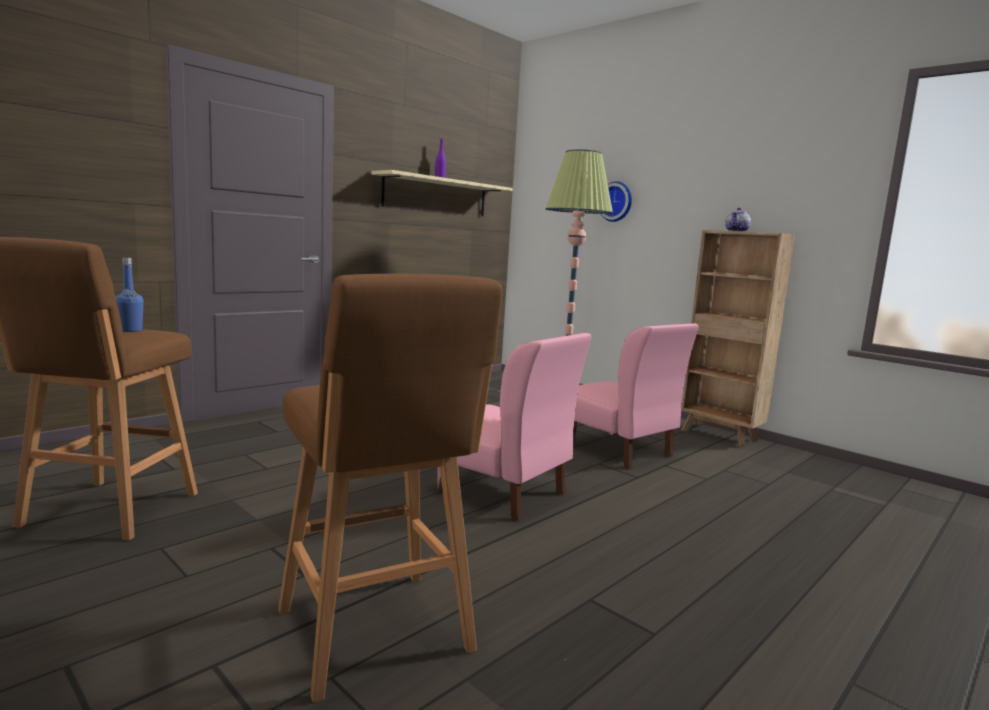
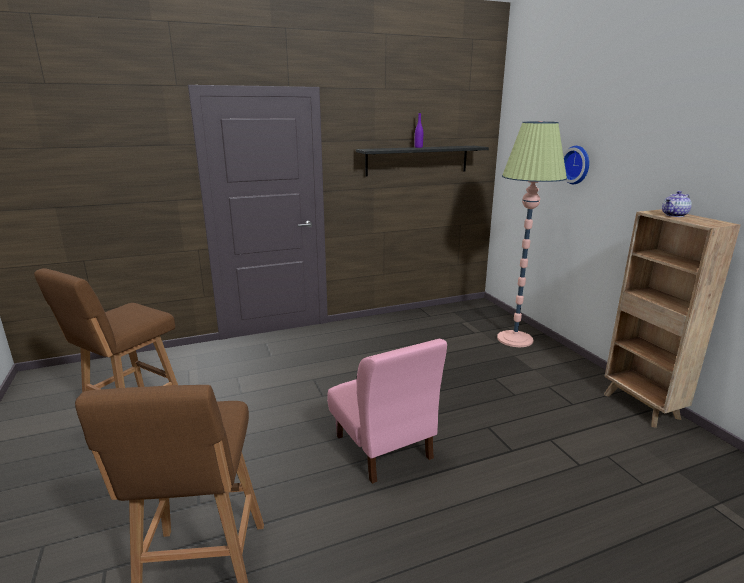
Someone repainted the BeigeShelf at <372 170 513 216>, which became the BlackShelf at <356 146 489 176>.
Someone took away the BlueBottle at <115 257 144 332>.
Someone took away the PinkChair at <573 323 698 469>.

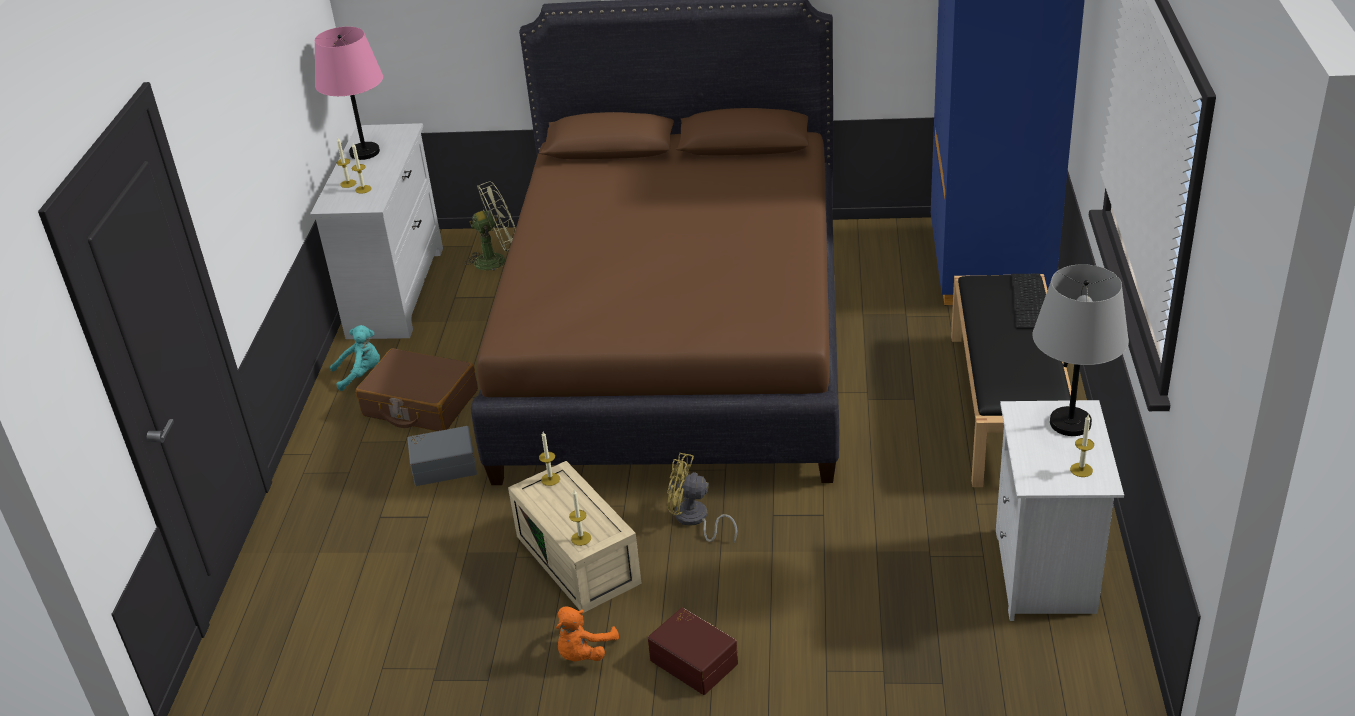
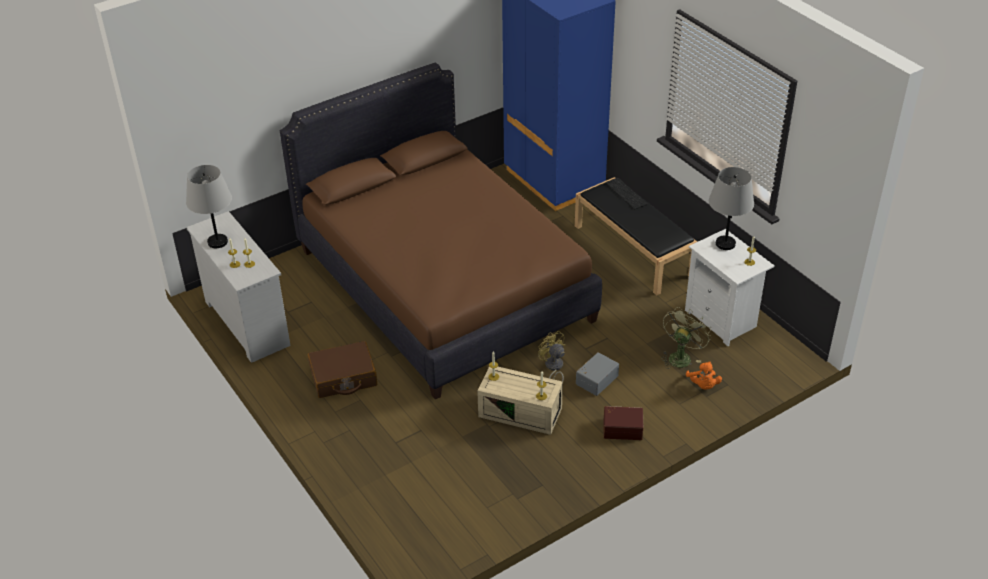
Someone repainted the PinkTableLamp at <315 27 383 160>, which became the GreyTableLamp at <186 165 232 248>.
Someone rotated the YellowFan at <667 453 737 543> by 75 degrees clockwise.
Someone carried the GreyStorageBox from <407 426 477 486> to <576 352 619 396>.
Someone carried the GreenFan from <464 181 516 270> to <661 307 711 369>.
Someone carried the OrangePlushToy from <556 606 619 661> to <686 361 722 390>.
Someone took away the TurquoisePlushToy at <330 325 380 391>.

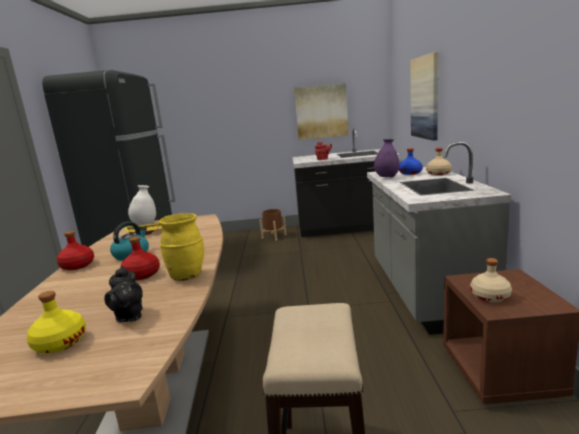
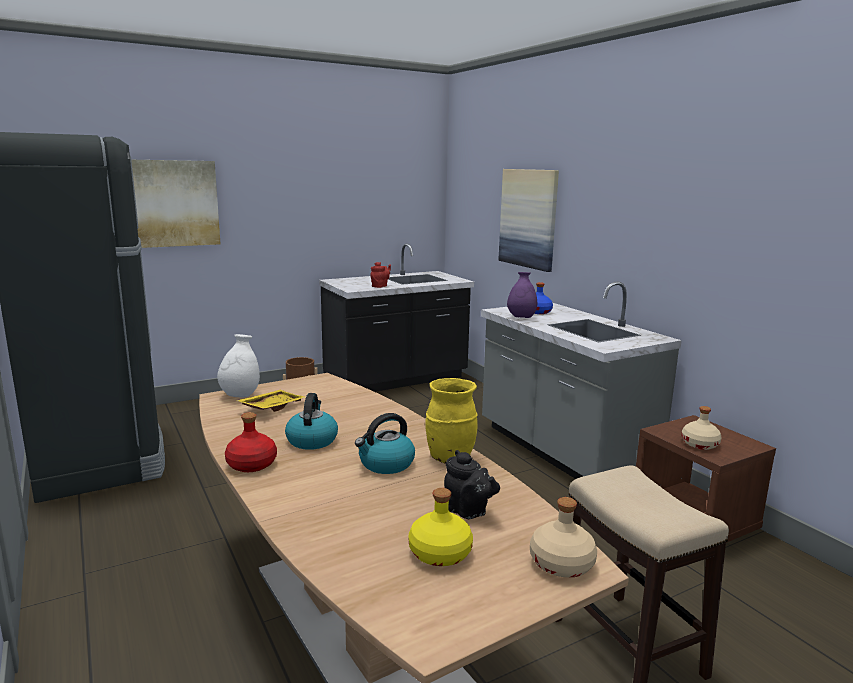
Someone carried the Picture from <294 83 349 140> to <131 160 221 248>.
Someone swapped the RedBottle at <120 236 160 280> for the Kettle at <355 413 415 474>.
Someone carried the BeigeBottle from <426 148 452 176> to <530 497 597 577>.

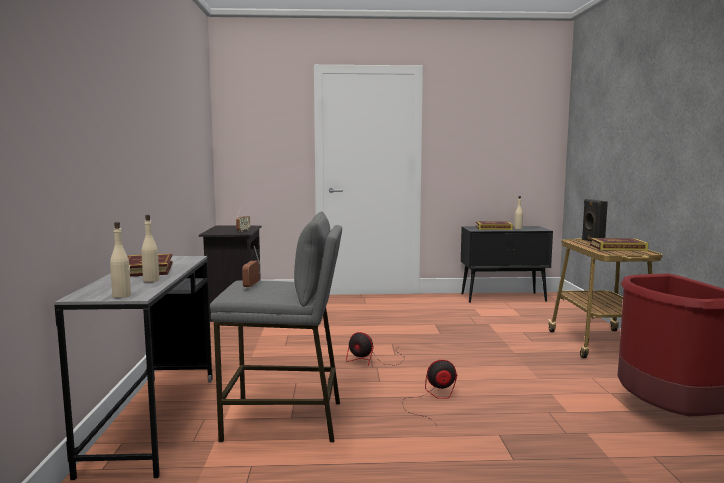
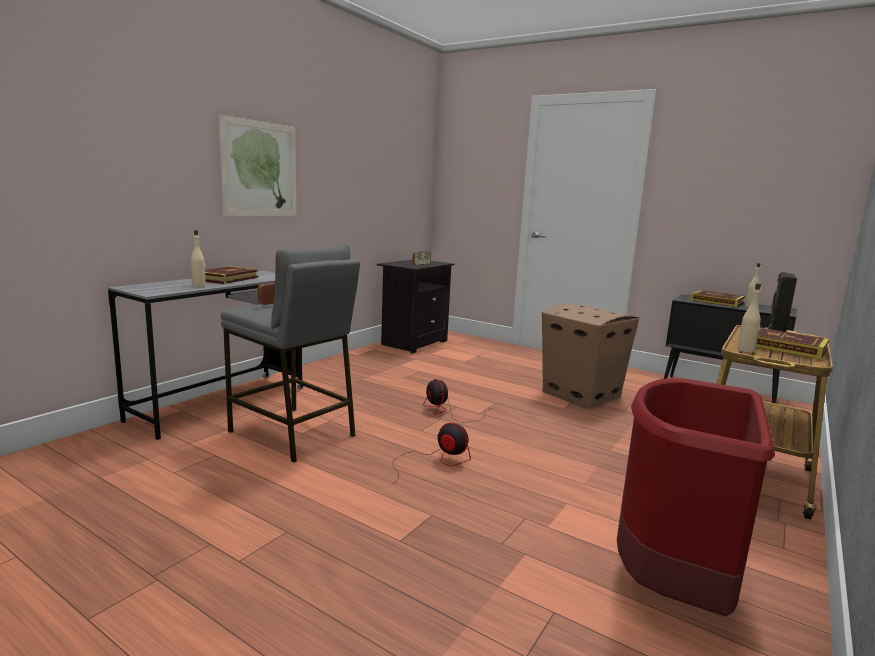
Someone put up the Picture at <219 115 296 216>.
Someone put down the CardboardBox at <542 304 639 409>.
Someone carried the BeigeBottle from <110 222 131 298> to <737 283 761 353>.

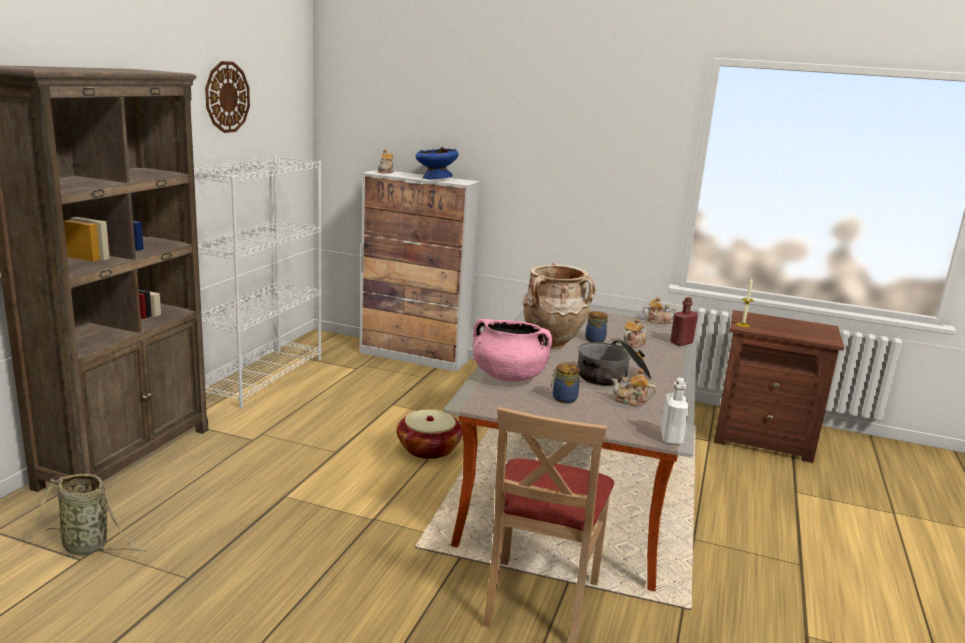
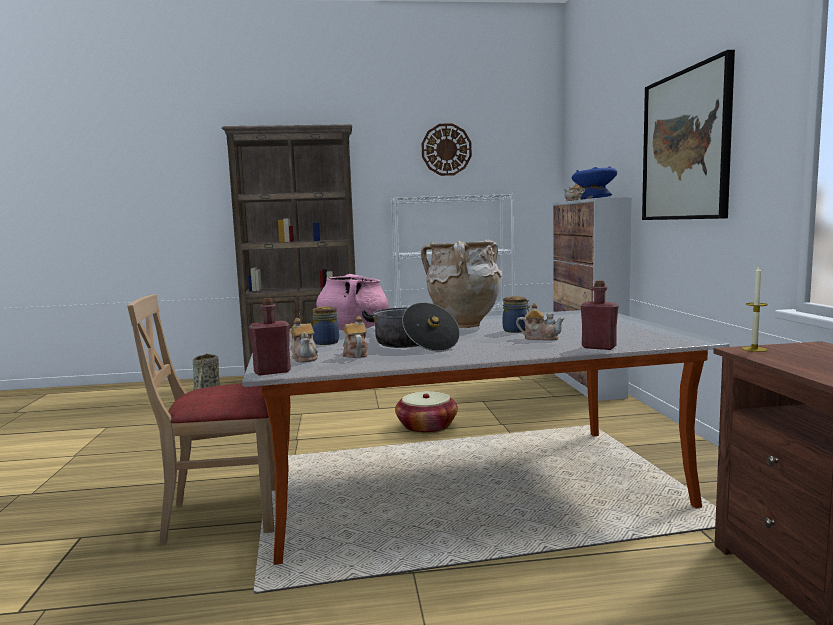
Someone repainted the WhiteBottle at <661 378 689 445>, which became the RedBottle at <249 298 291 376>.
Someone carried the Teapot from <643 297 677 324> to <290 318 318 363>.
Someone put up the Picture at <642 50 735 220>.

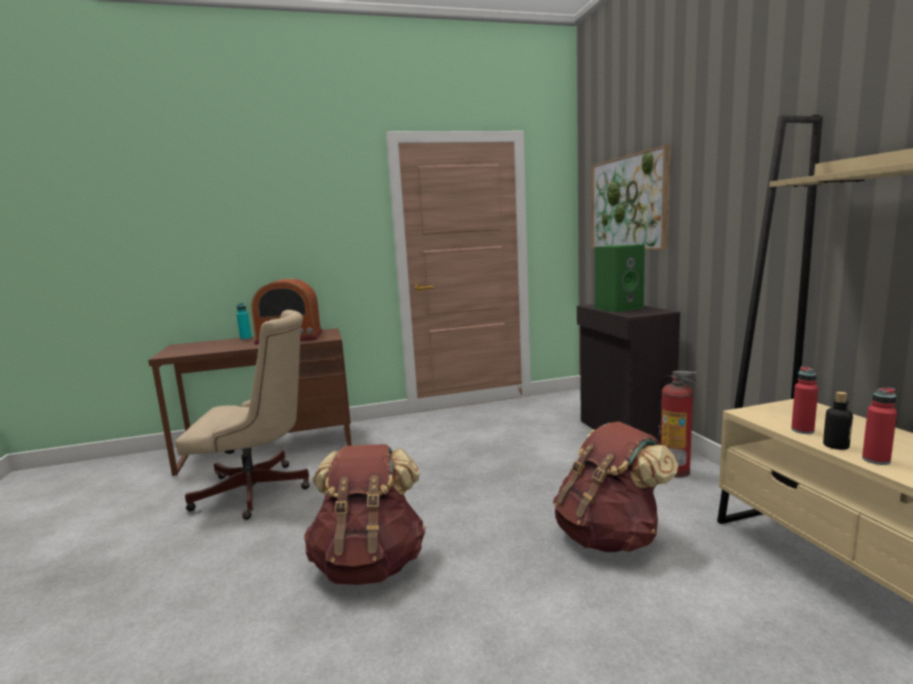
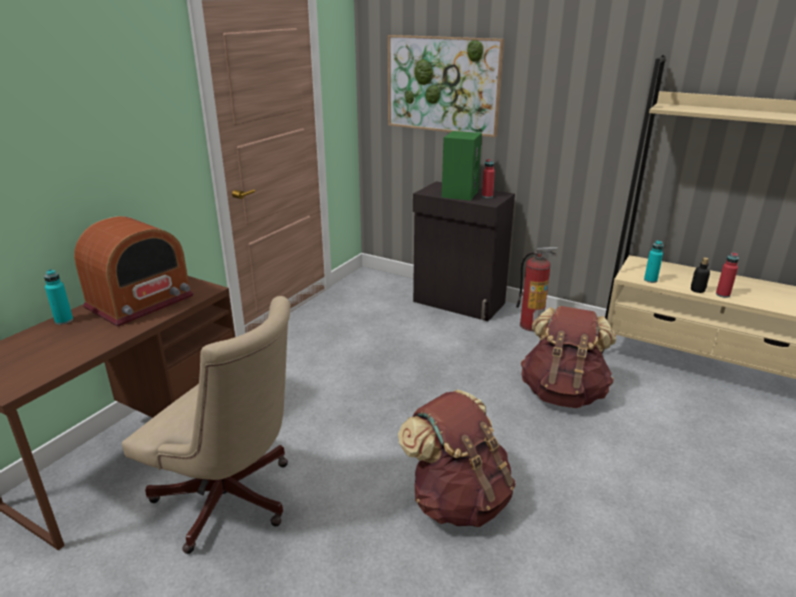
Someone rotated the BeigeOfficeChair at <175 310 310 520> by 75 degrees clockwise.
Someone carried the RedBottle from <791 366 818 434> to <482 159 495 198>.
Someone put down the TurquoiseBottle at <644 240 663 283>.

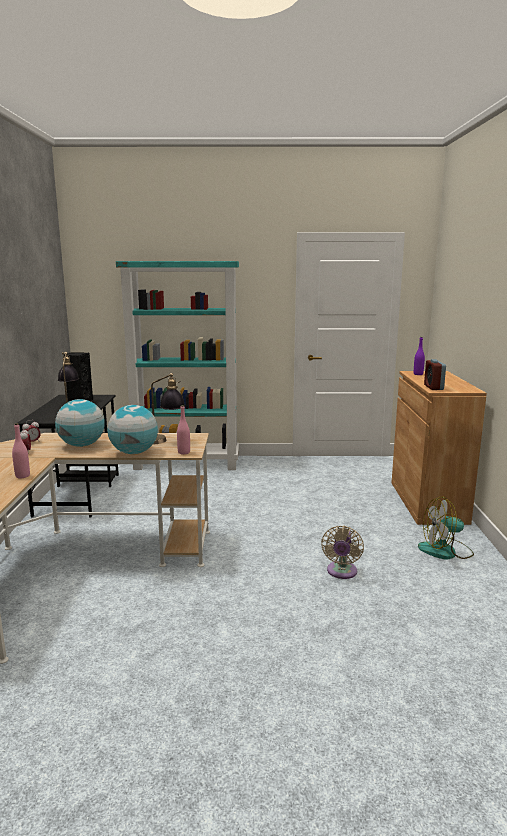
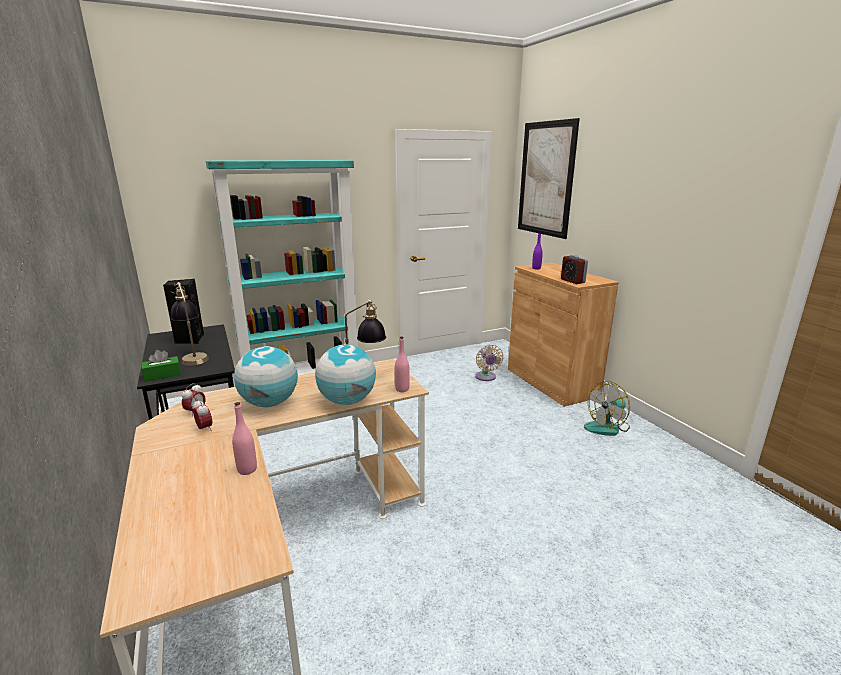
Someone put down the GreenTissueBox at <141 350 181 382>.
Someone carried the BeigeFan from <321 526 364 579> to <475 345 503 381>.
Someone put up the Picture at <518 118 580 239>.

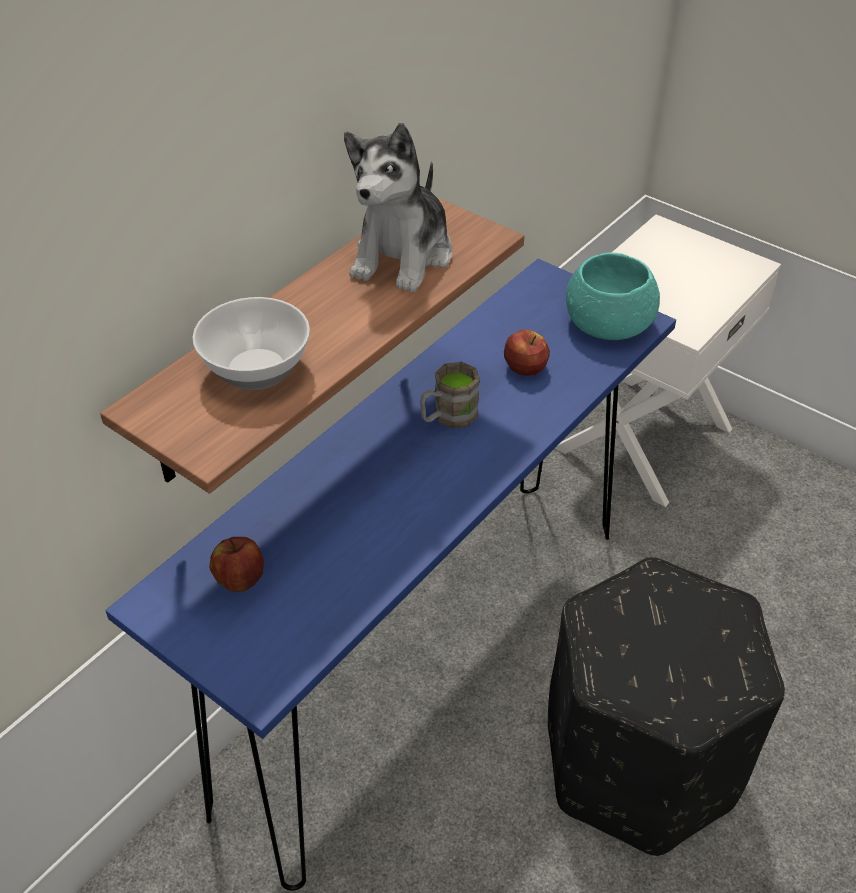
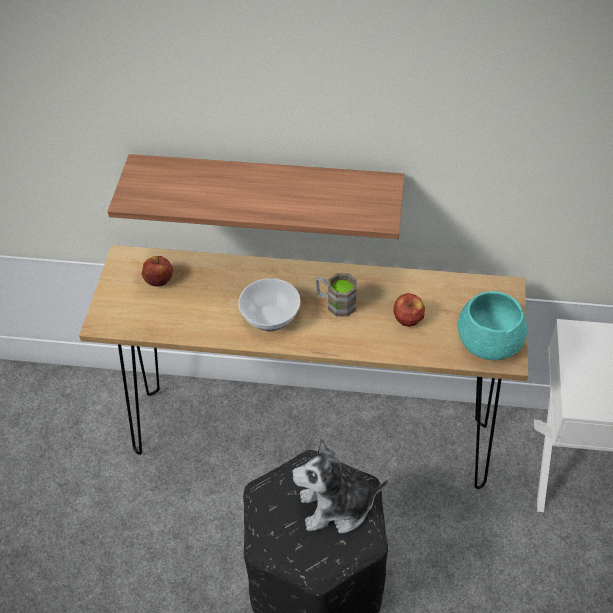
Someone repainted the BlueConsoleTable at <106 259 676 891>, which became the BrownConsoleTable at <79 245 528 489>.
Someone carried the Bowl from <192 297 310 391> to <238 278 300 331>.
Someone carried the PlushToy from <344 123 452 293> to <292 438 388 534>.

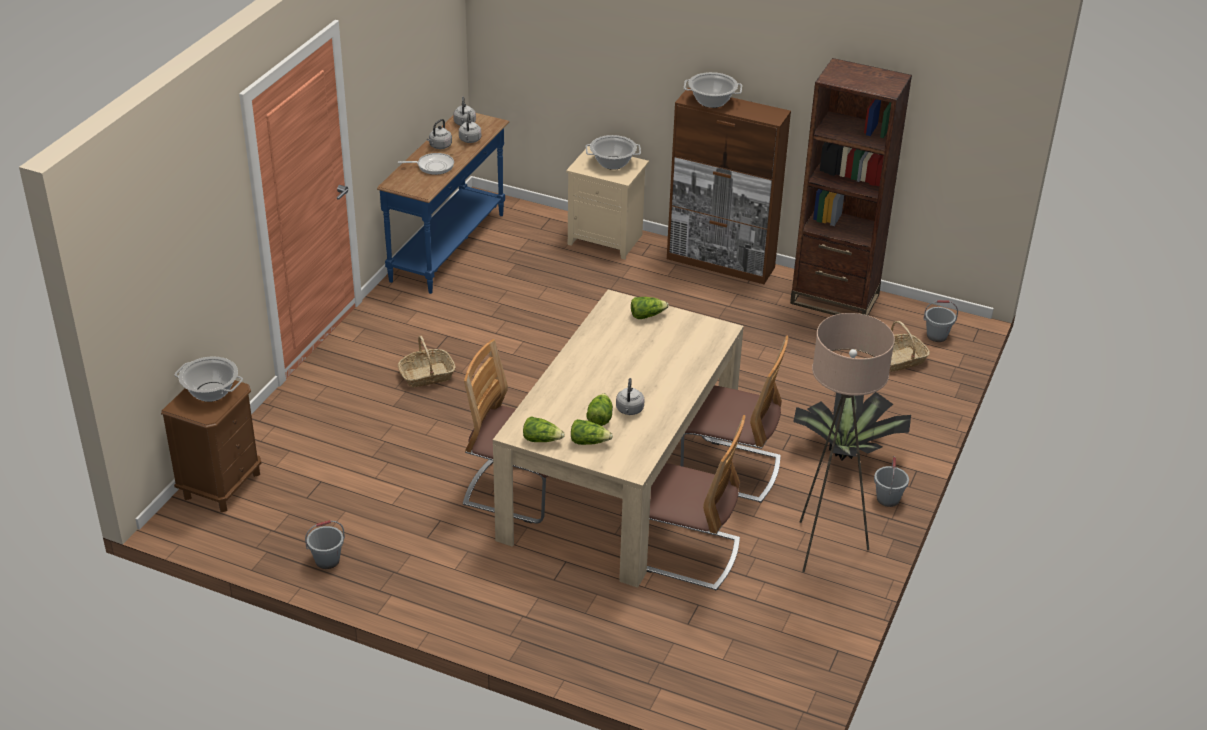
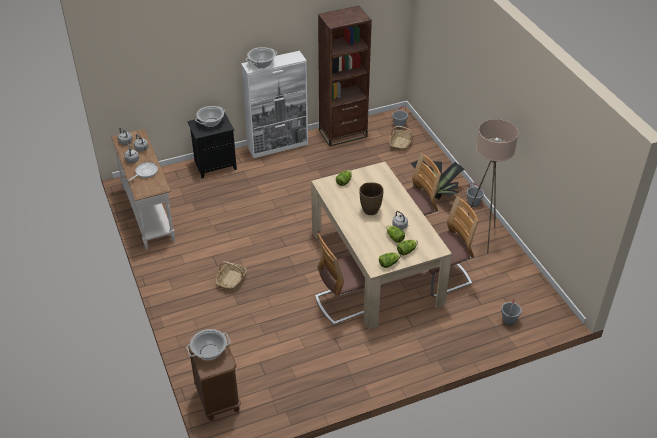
Someone repainted the BlueConsoleTable at <377 113 510 294>, which became the WhiteConsoleTable at <111 129 175 250>.
Someone repainted the BeigeNightstand at <566 146 649 260>, which became the BlackNightstand at <187 113 237 178>.
Someone repainted the BrownCabinet at <667 88 791 284>, which became the WhiteCabinet at <241 51 308 158>.
Someone put down the BrownVase at <359 182 384 215>.
Someone carried the GreyBucket from <305 520 345 569> to <501 297 522 325>.

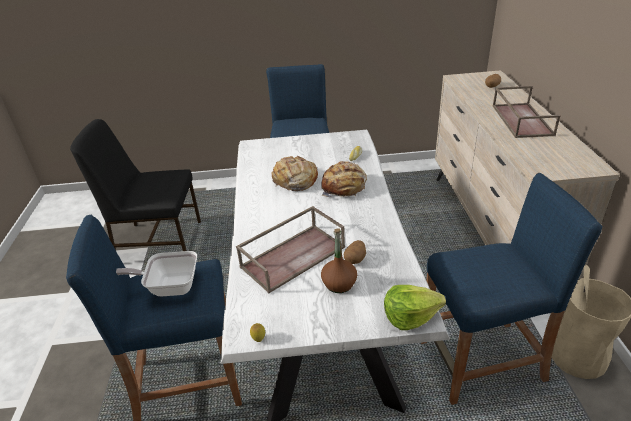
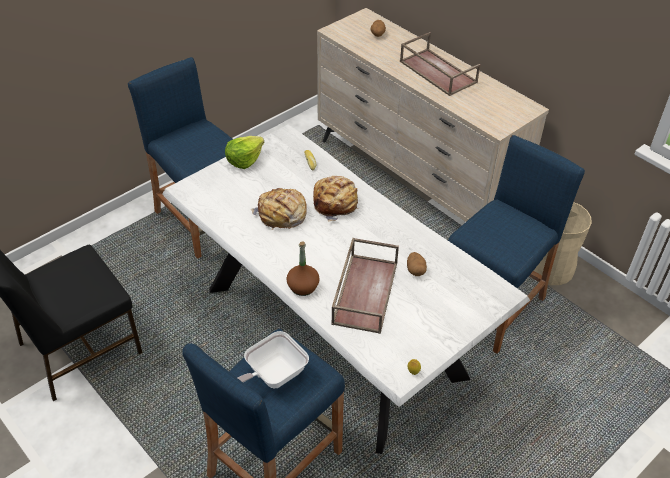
Someone carried the Lettuce from <384 285 446 330> to <225 136 264 169>.
Someone carried the BrownBottle from <321 228 357 293> to <286 241 320 296>.

